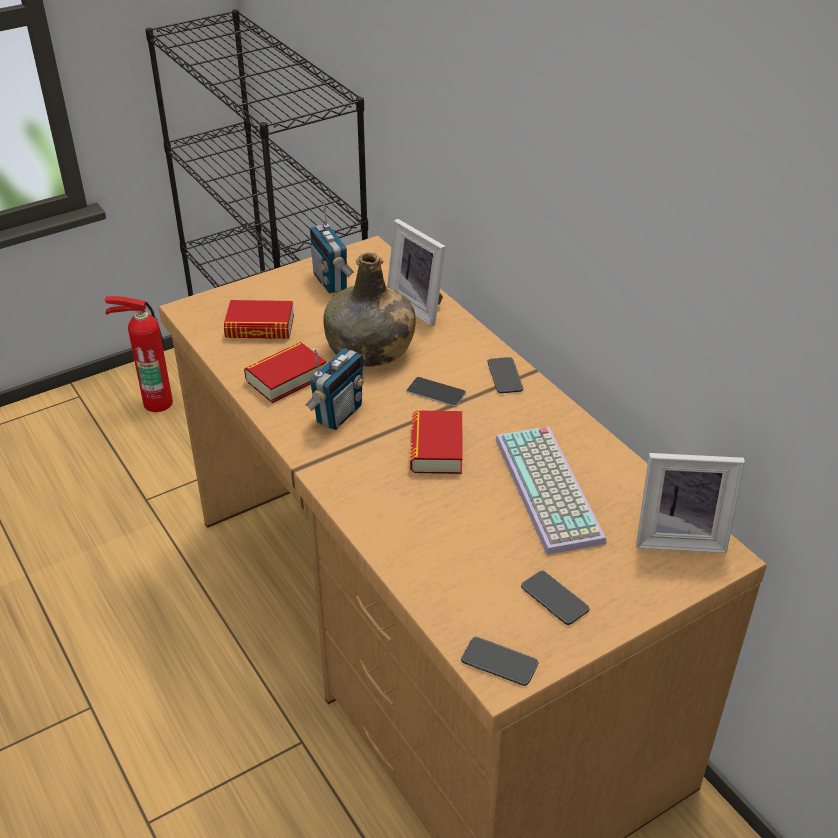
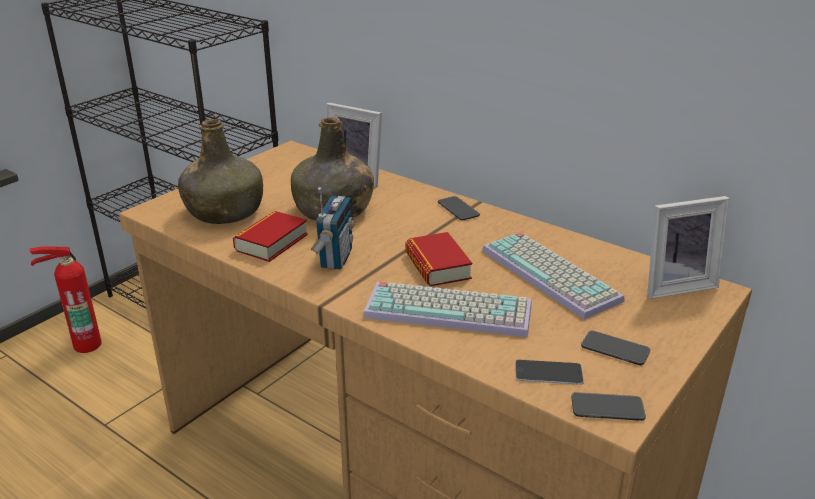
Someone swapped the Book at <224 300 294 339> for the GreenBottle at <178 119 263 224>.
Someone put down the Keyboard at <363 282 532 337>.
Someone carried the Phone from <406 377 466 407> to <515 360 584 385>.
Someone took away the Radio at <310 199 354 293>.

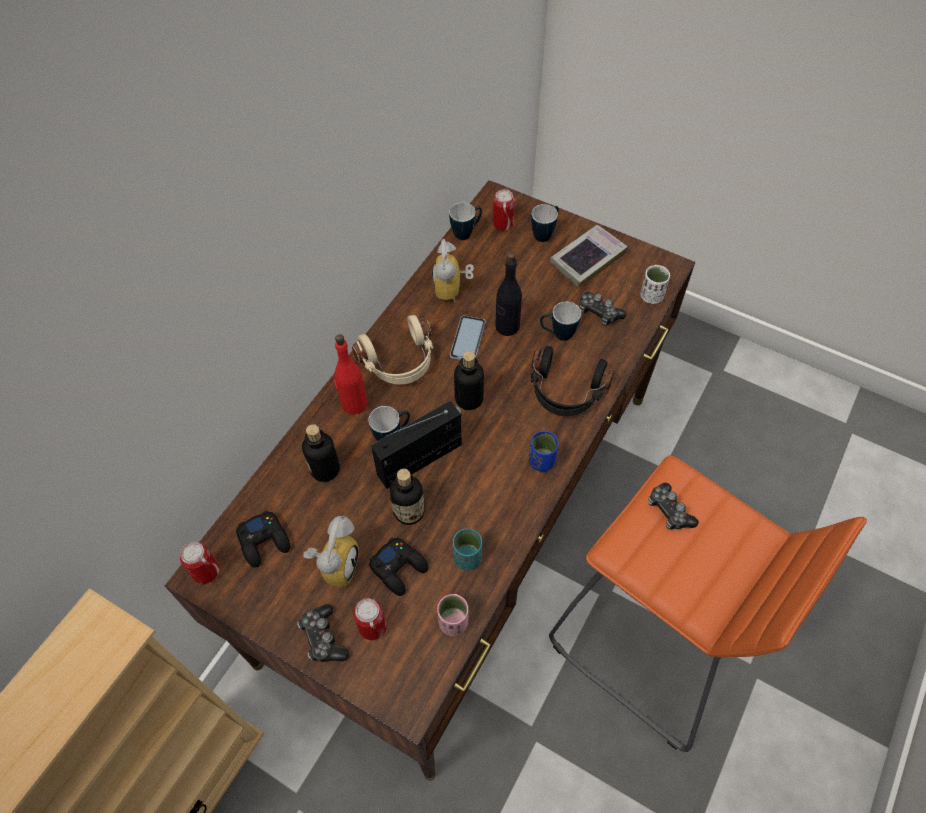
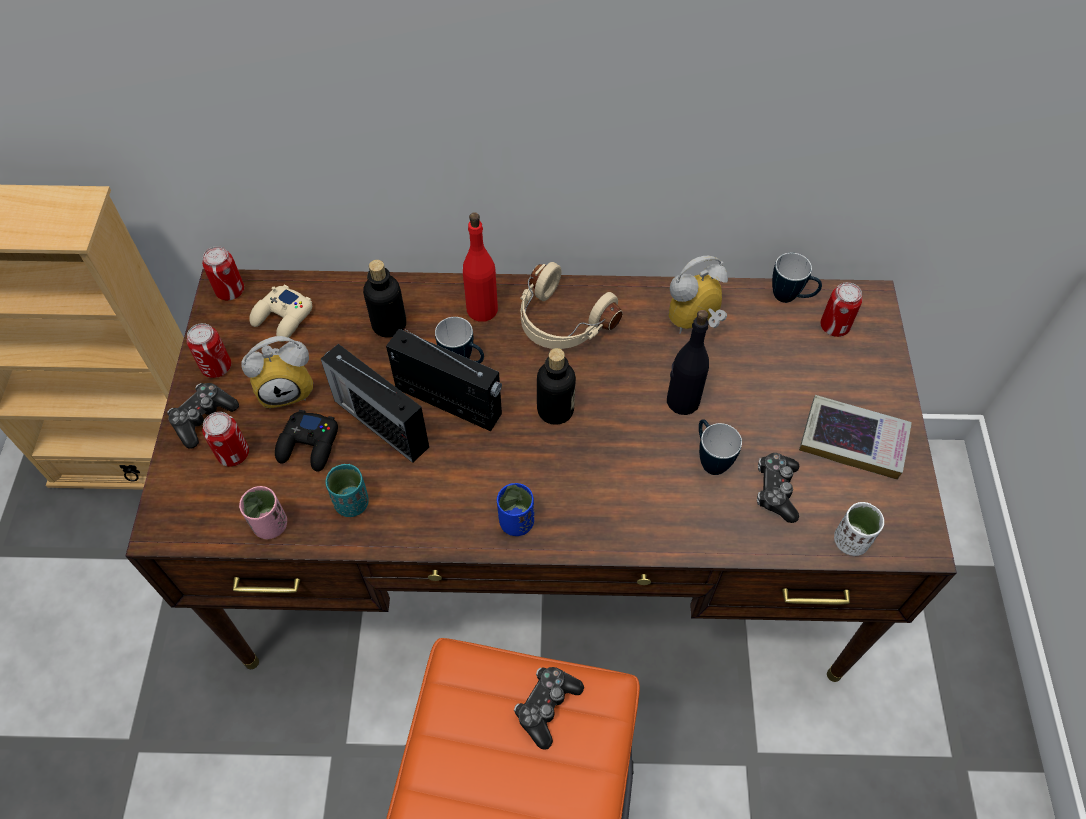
Someone put down the Can at <187 323 231 378>.
Someone repainted the BlackGameController at <236 510 290 567>, which became the BeigeGameController at <249 285 312 342>.
Someone swapped the Bottle at <390 469 425 525> for the Radio at <321 344 429 463>.
Someone took away the Phone at <450 316 486 360>.
Someone took away the Mug at <531 204 559 242>.
Someone took away the BlackHeadphones at <531 346 614 416>.

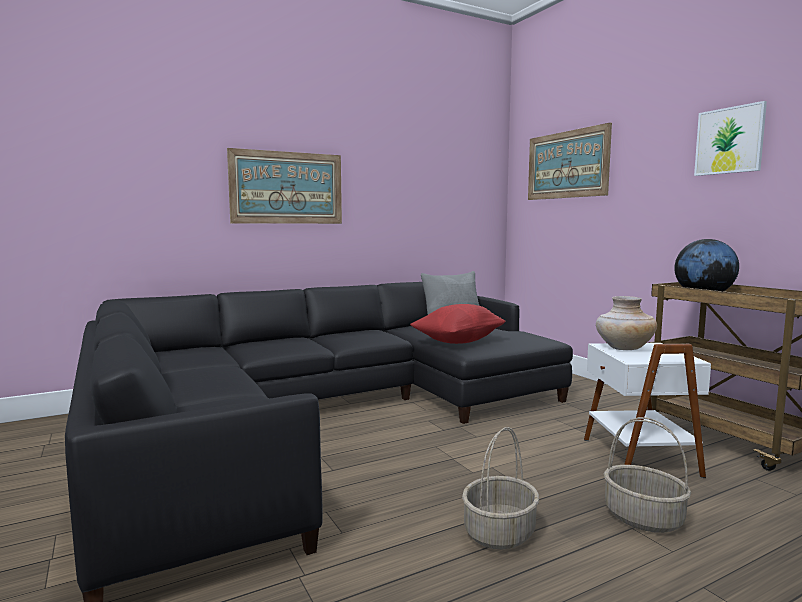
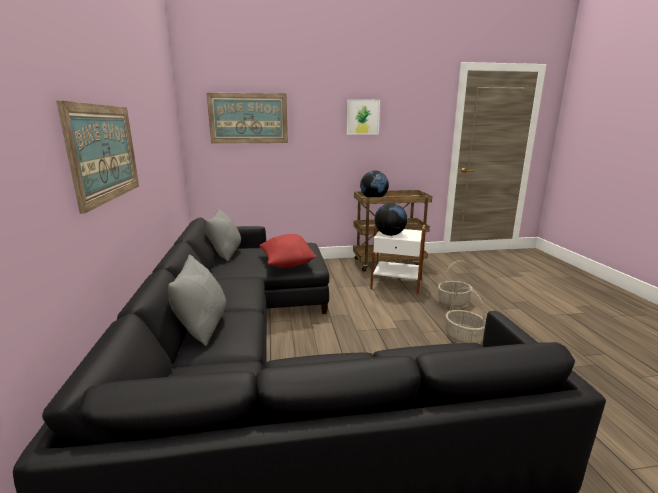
Someone put down the GreyPillow at <168 254 226 346>.
Someone swapped the BeigeVase at <596 296 657 350> for the Globe at <375 203 407 236>.

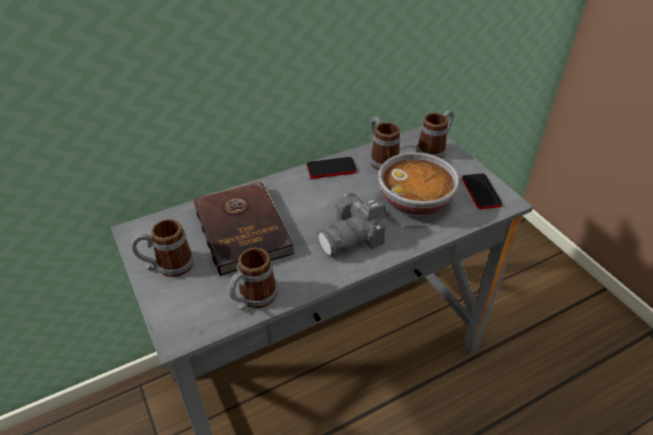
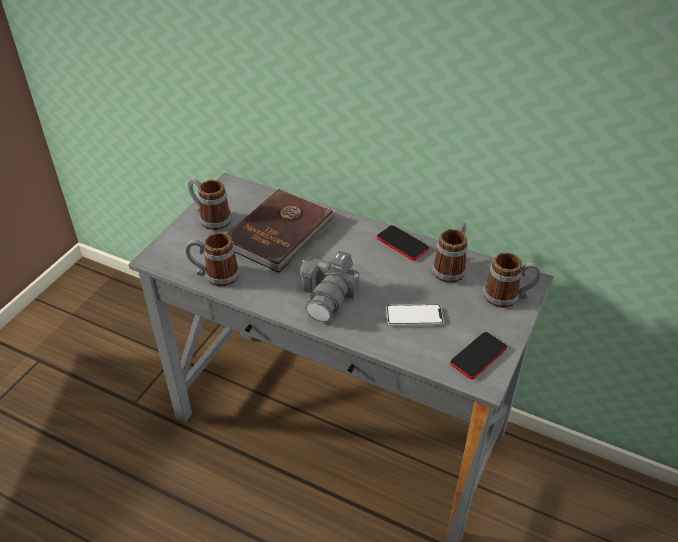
Someone rotated the PhotoCamera at <317 193 386 256> by 90 degrees counterclockwise.
Someone swapped the Bowl at <378 152 459 216> for the Phone at <386 304 444 326>.

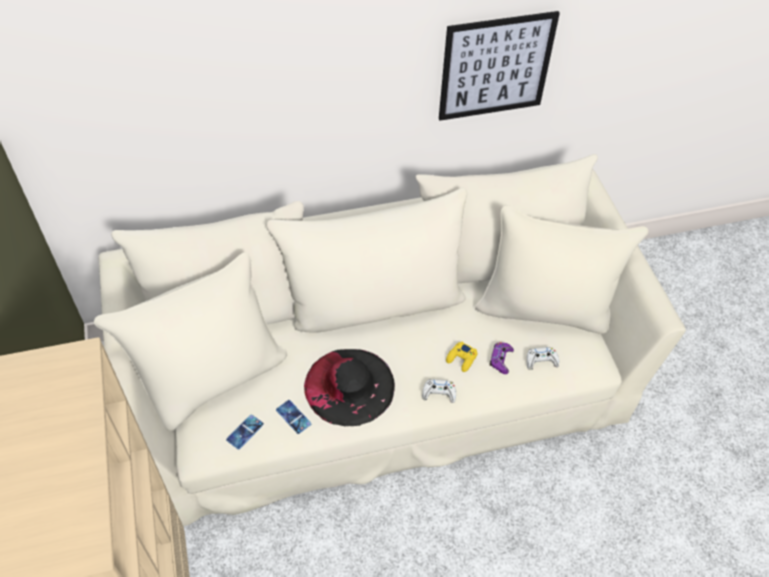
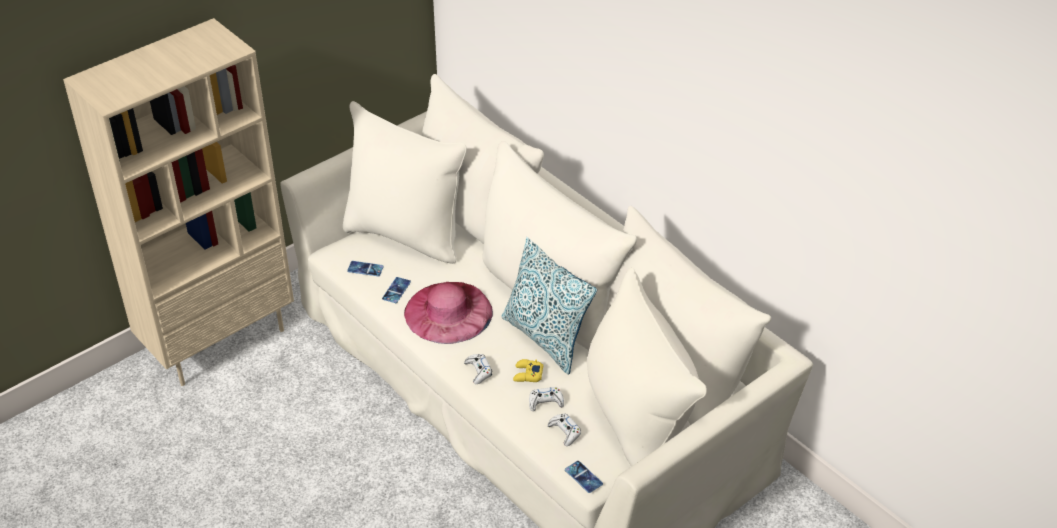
Someone repainted the BlackHat at <304 349 395 426>, which became the PinkHat at <404 282 493 344>.
Someone put down the Pillow at <501 237 597 374>.
Someone repainted the PurpleGameController at <490 342 514 374>, which became the WhiteGameController at <529 387 564 411>.
Someone put down the Phone at <565 461 603 493>.
Someone took away the Picture at <439 11 560 121>.

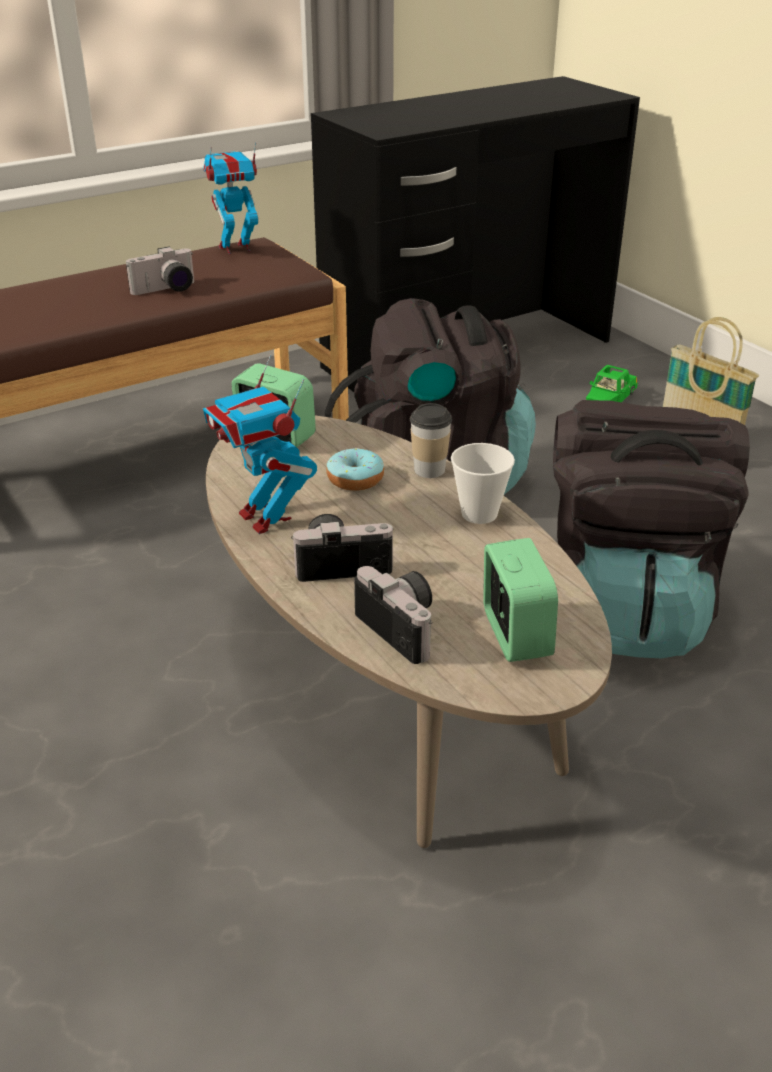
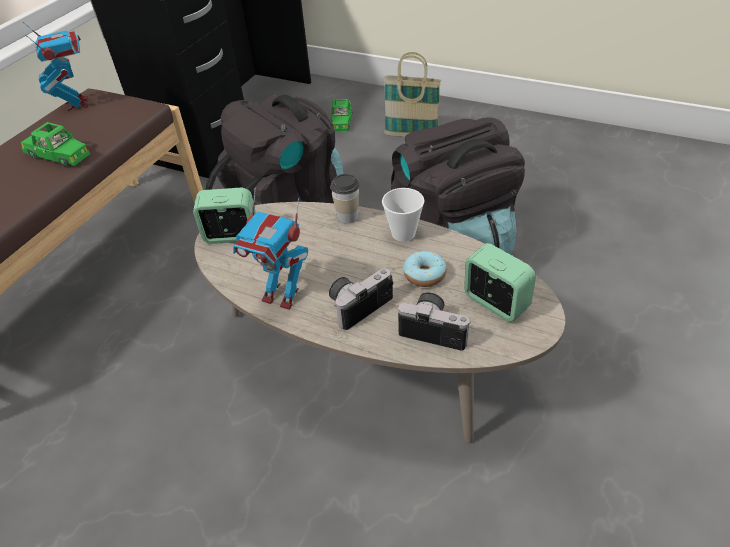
Someone swapped the PhotoCamera at <126 247 194 295> for the GreenToyCar at <21 122 90 167>.
Someone rotated the ToyRobot at <203 142 258 255> by 120 degrees clockwise.
Someone carried the Donut from <326 448 384 491> to <403 251 447 287>.

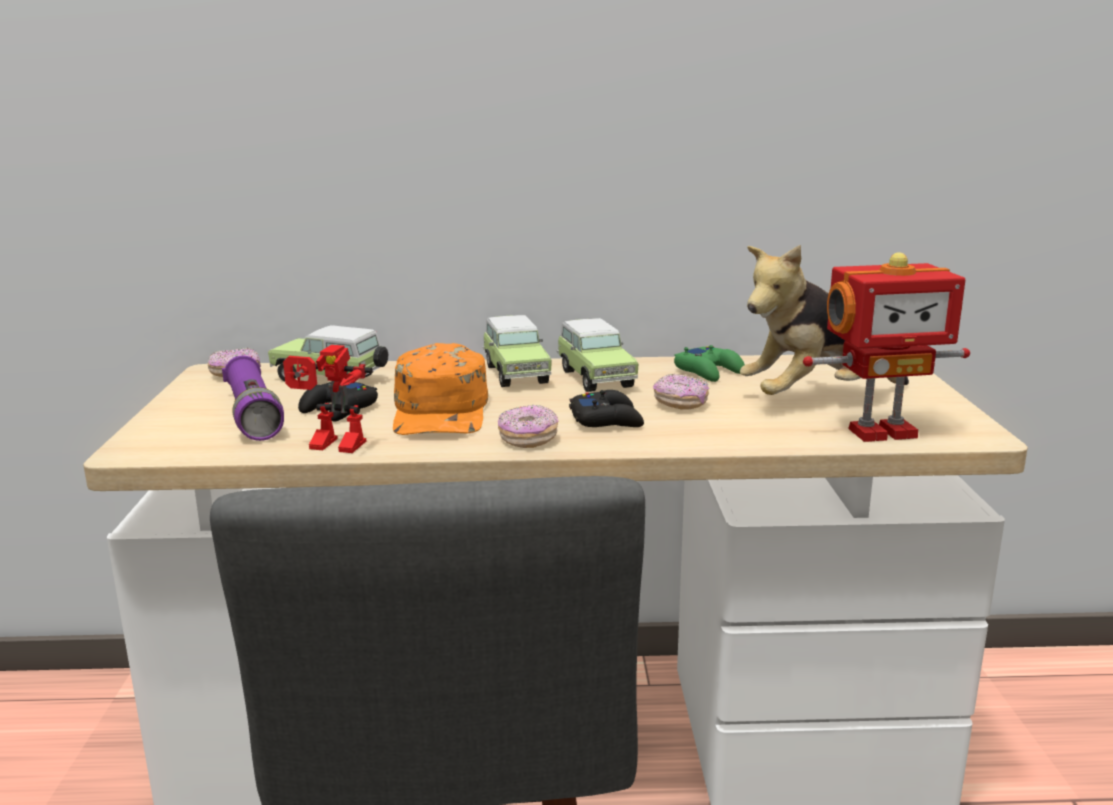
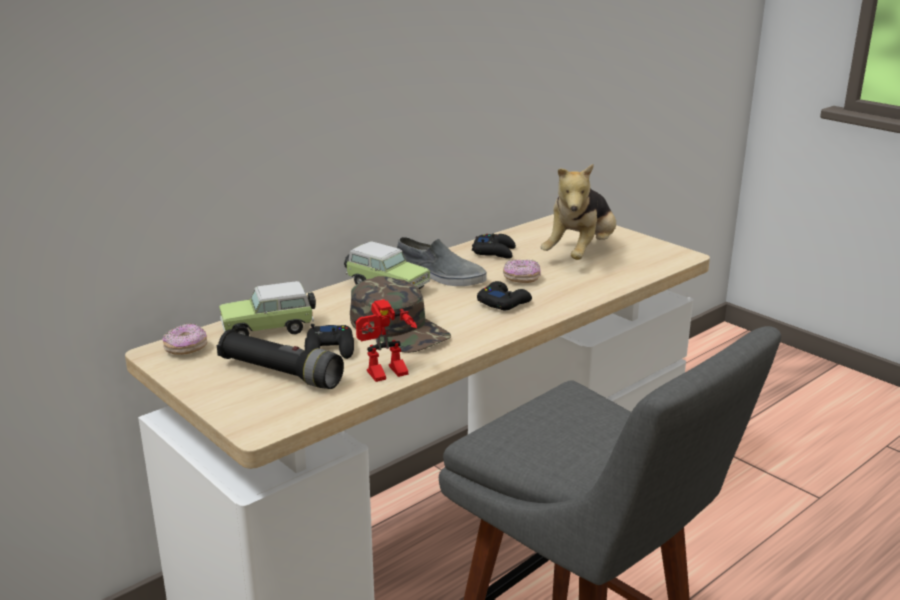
Someone repainted the PurpleFlashlight at <222 355 284 441>, which became the BlackFlashlight at <217 329 344 389>.
Someone repainted the OrangeCap at <393 343 488 435>, which became the GreenCap at <350 276 451 353>.
Someone swapped the ToyCar at <557 318 638 392> for the GreyShoe at <397 237 487 286>.
Someone repainted the GreenGameController at <674 345 745 382>, which became the BlackGameController at <472 234 516 259>.
Someone took away the Donut at <498 405 558 448>.
Someone took away the ToyRobot at <803 252 970 442>.

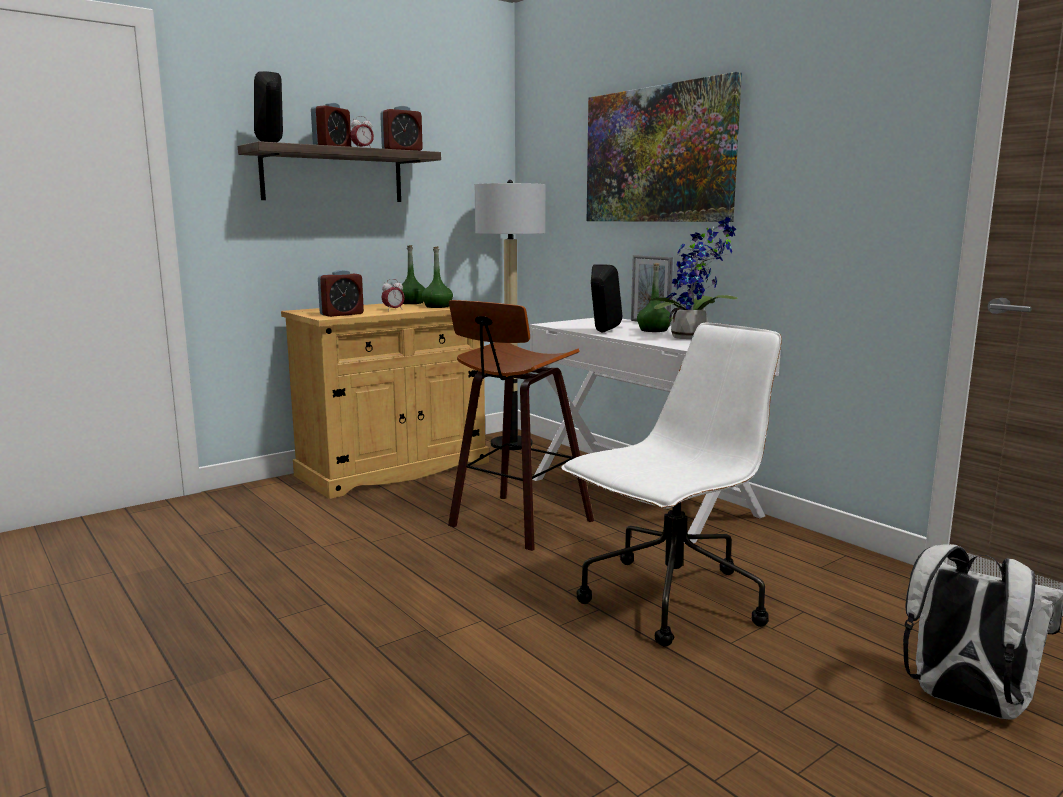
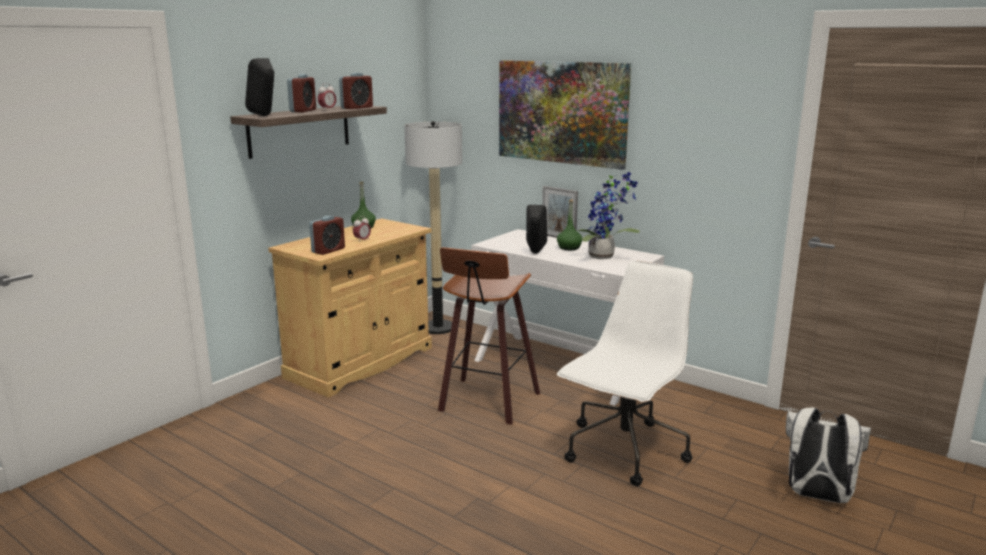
Someone took away the GreenBottle at <422 246 453 308>.

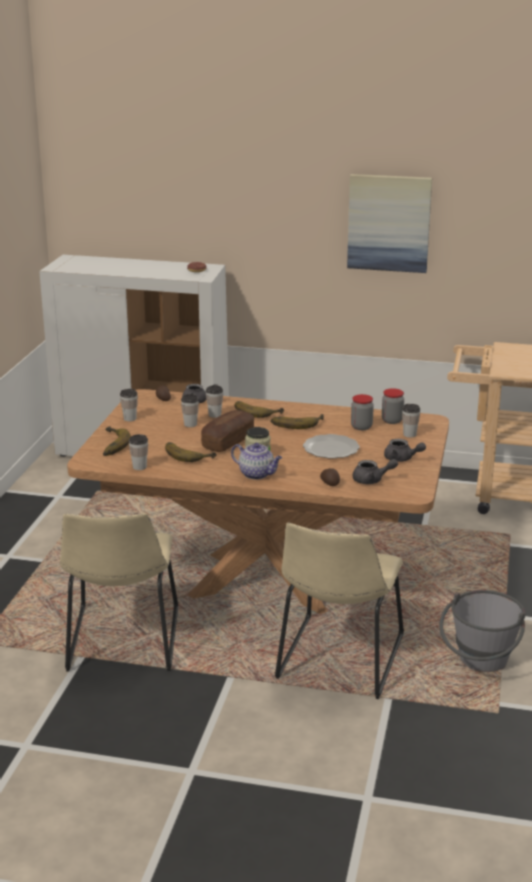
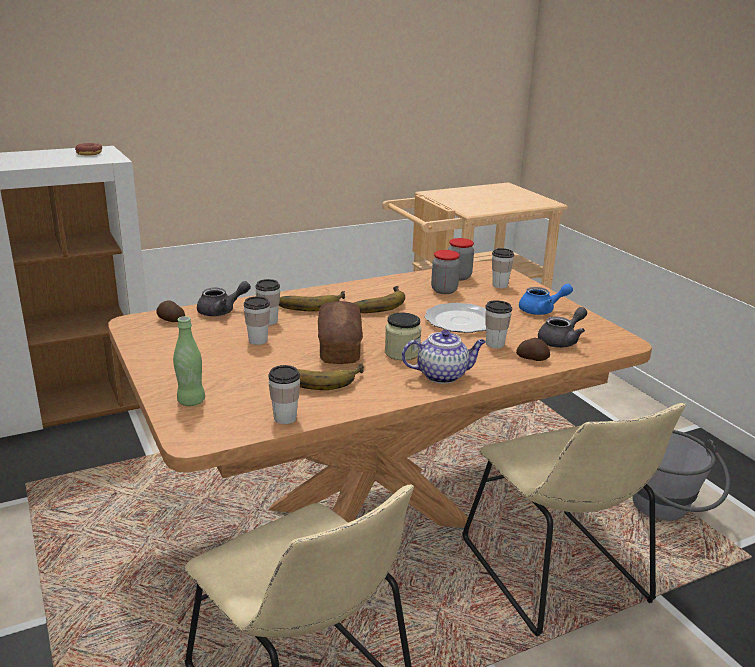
Someone swapped the Banana at <103 426 131 456> for the GreenBottle at <173 316 205 406>.
Someone carried the Cup from <120 389 138 421> to <485 300 512 348>.
Someone repainted the GreyTeapot at <384 439 426 462>, which became the BlueTeapot at <519 284 573 315>.
Someone took away the Picture at <347 174 432 273>.

